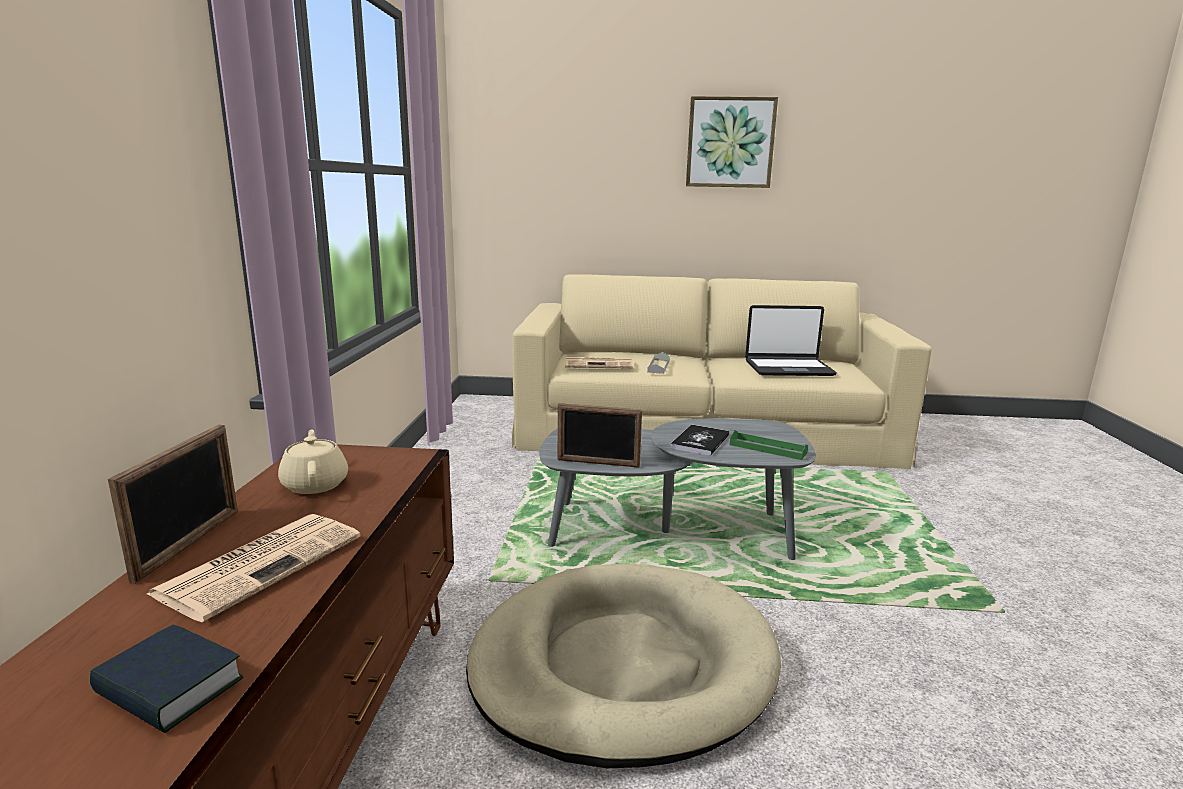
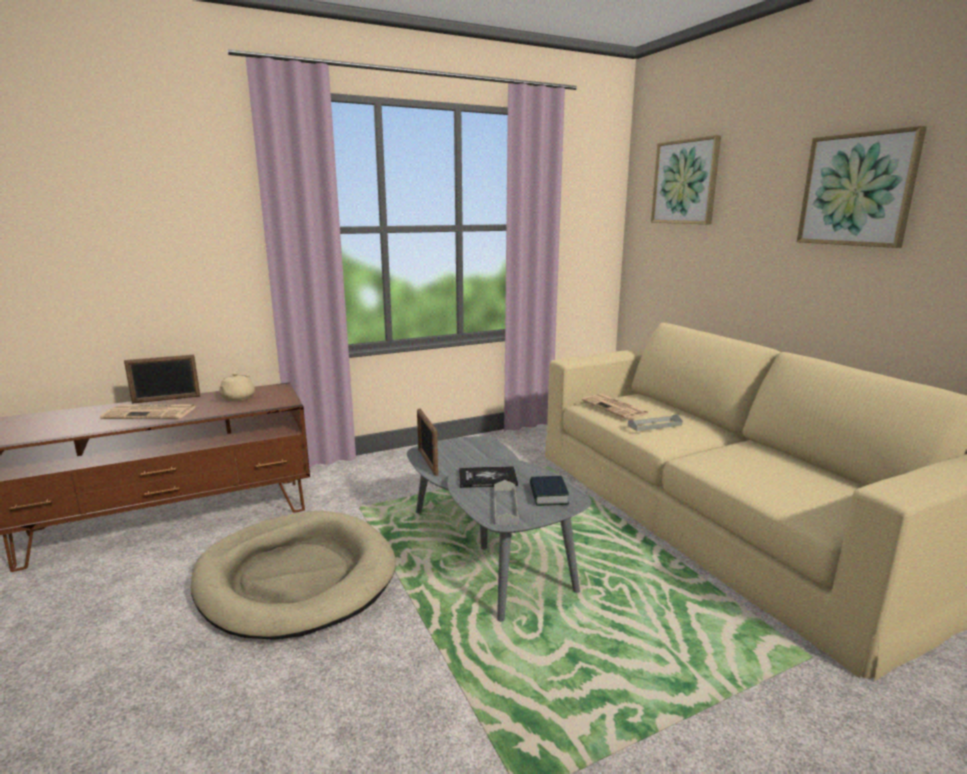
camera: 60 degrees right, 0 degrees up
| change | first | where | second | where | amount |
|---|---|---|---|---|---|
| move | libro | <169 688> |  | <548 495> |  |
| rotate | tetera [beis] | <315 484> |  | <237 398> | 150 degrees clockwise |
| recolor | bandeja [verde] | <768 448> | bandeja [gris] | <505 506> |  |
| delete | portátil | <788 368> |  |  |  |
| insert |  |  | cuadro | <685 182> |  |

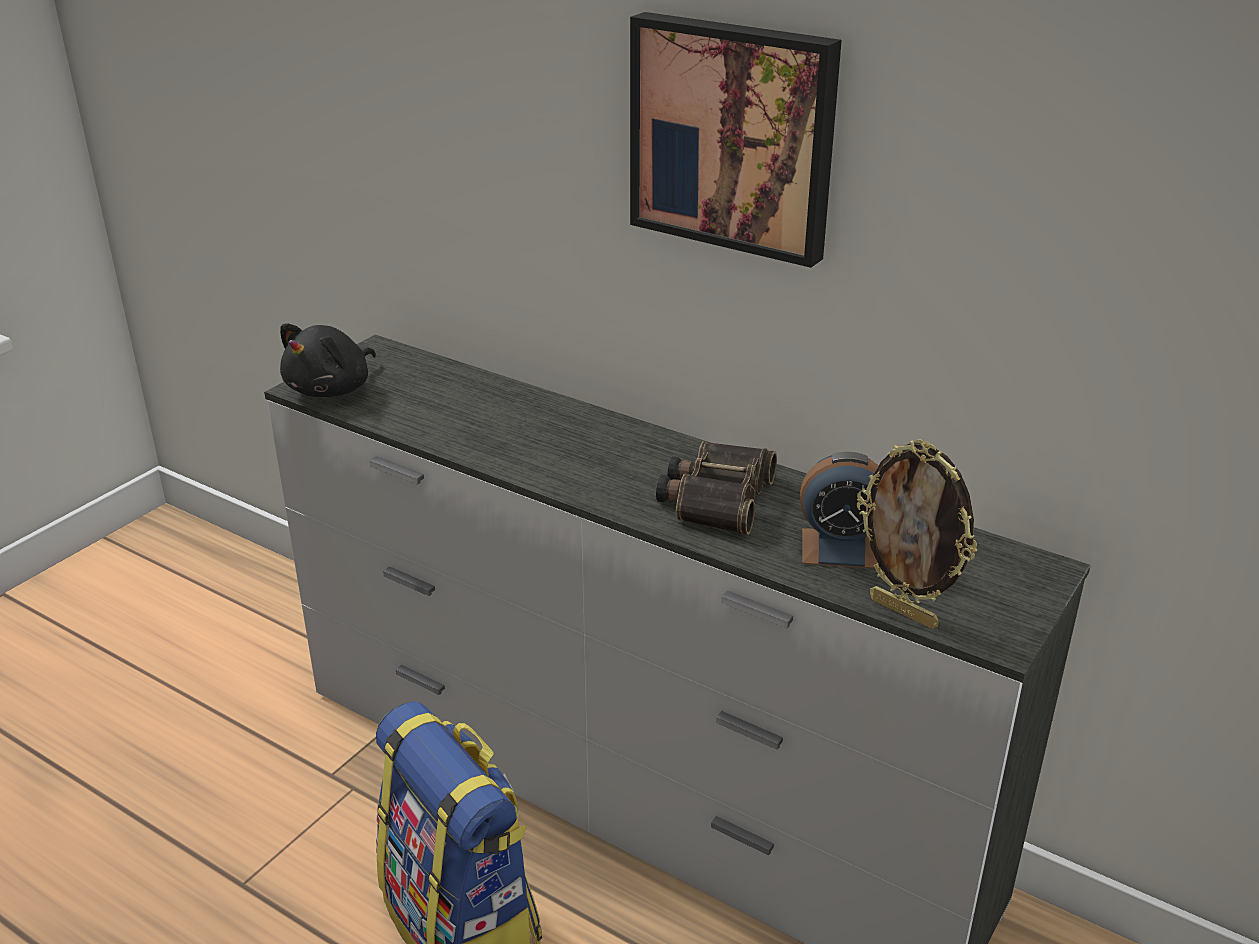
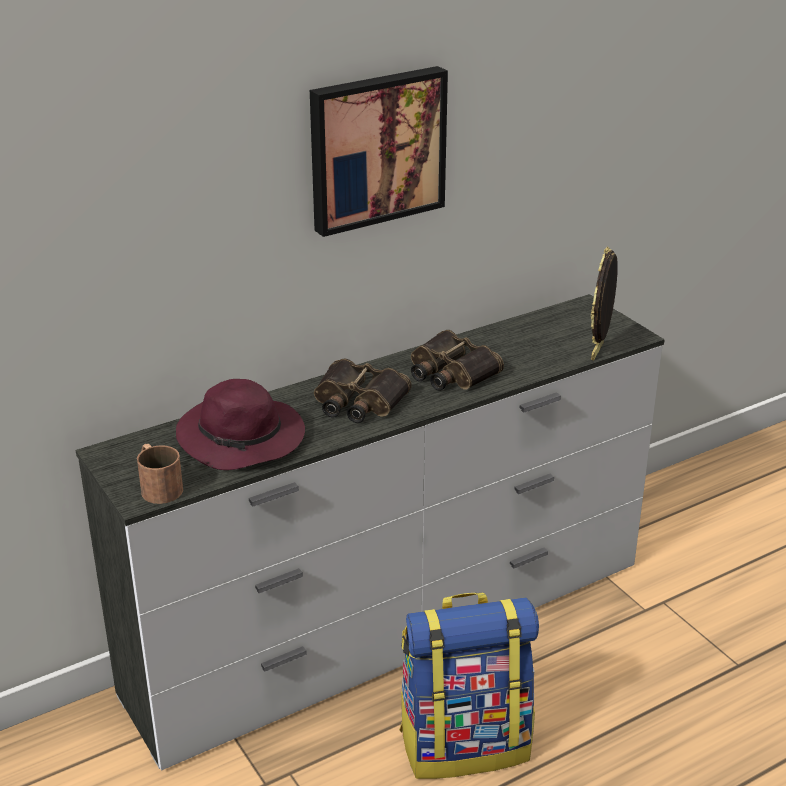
camera: 65 degrees left, 0 degrees up
| change | first | where | second | where | amount |
|---|---|---|---|---|---|
| replace | peluche [negro] | <332 389> | taza grande [marrón] | <157 485> |  |
| delete | despertador | <840 548> |  |  |  |
| rotate | portarretratos | <905 612> |  | <599 351> | 135 degrees clockwise |
| insert |  |  | sombrero [morado] | <243 439> |  |
| insert |  |  | prismáticos | <357 402> |  |

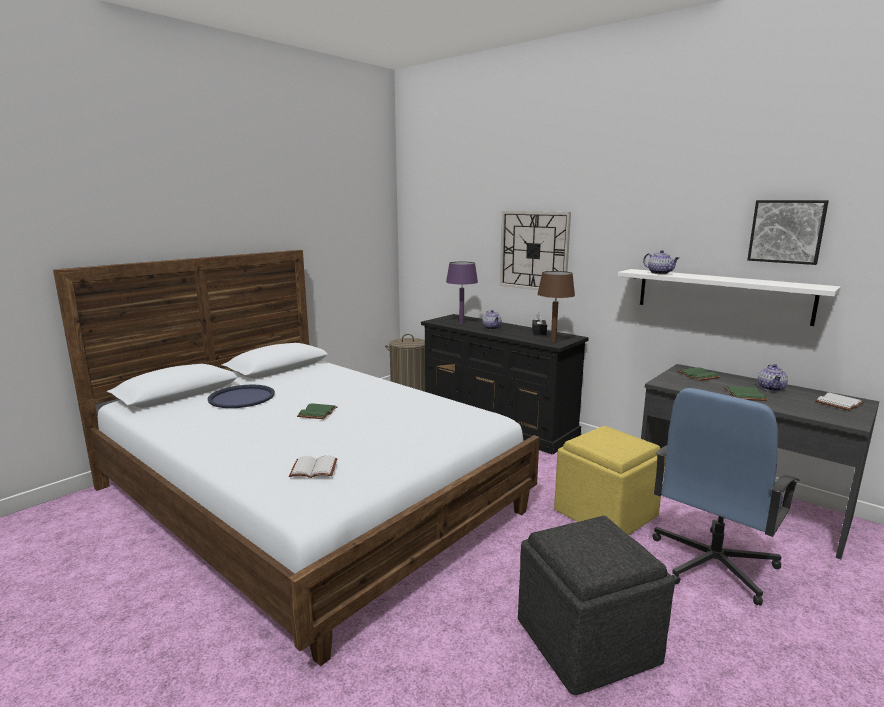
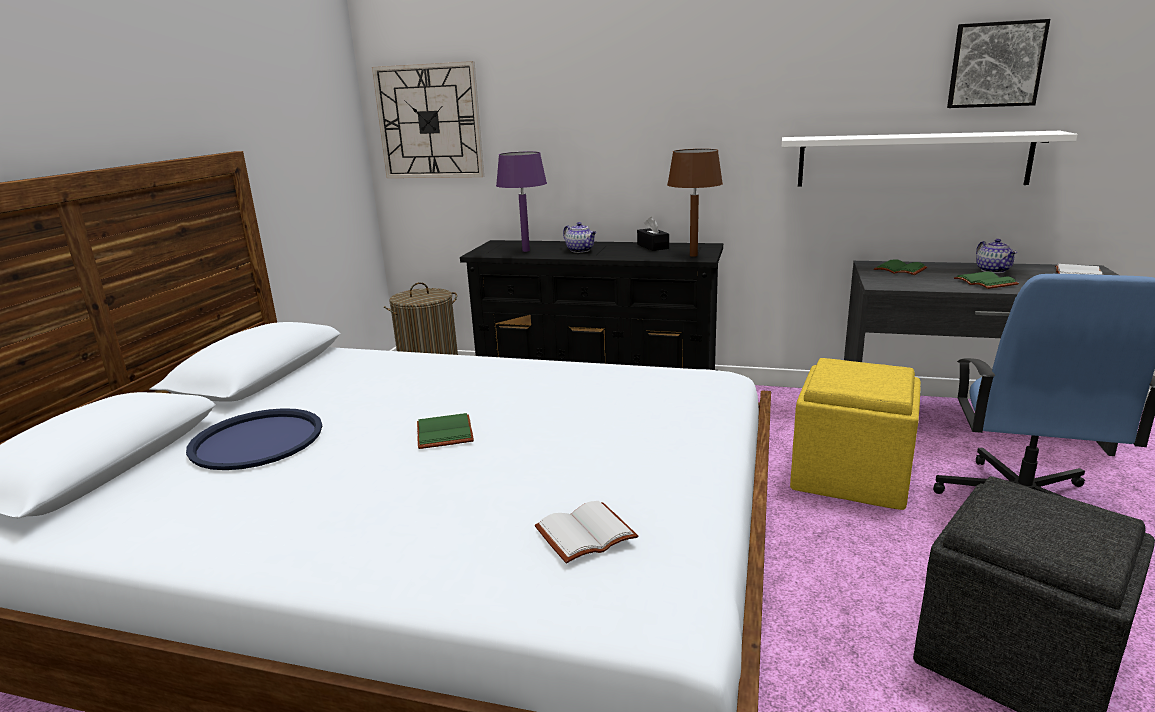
camera: 25 degrees left, 5 degrees up
| change | first | where | second | where | amount |
|---|---|---|---|---|---|
| move | reloj de pared | <534 250> |  | <429 122> |  |
| delete | tetera | <660 273> |  |  |  |

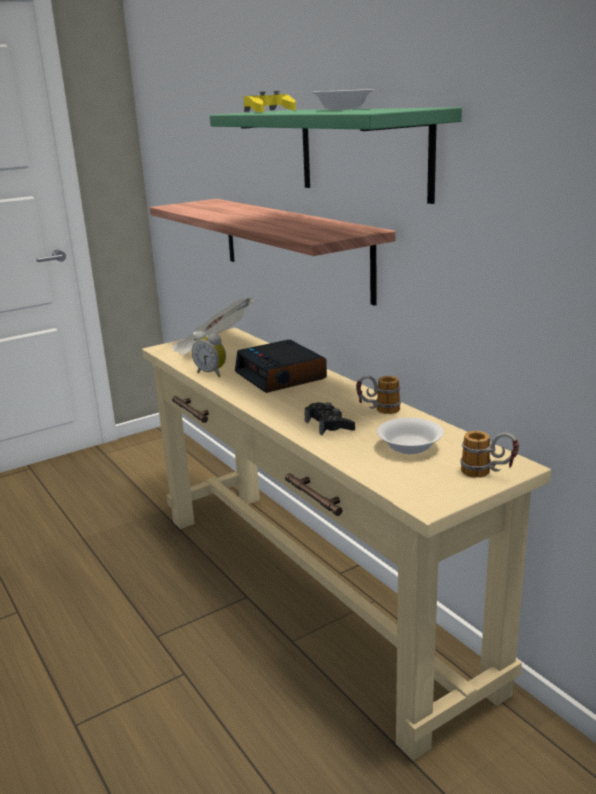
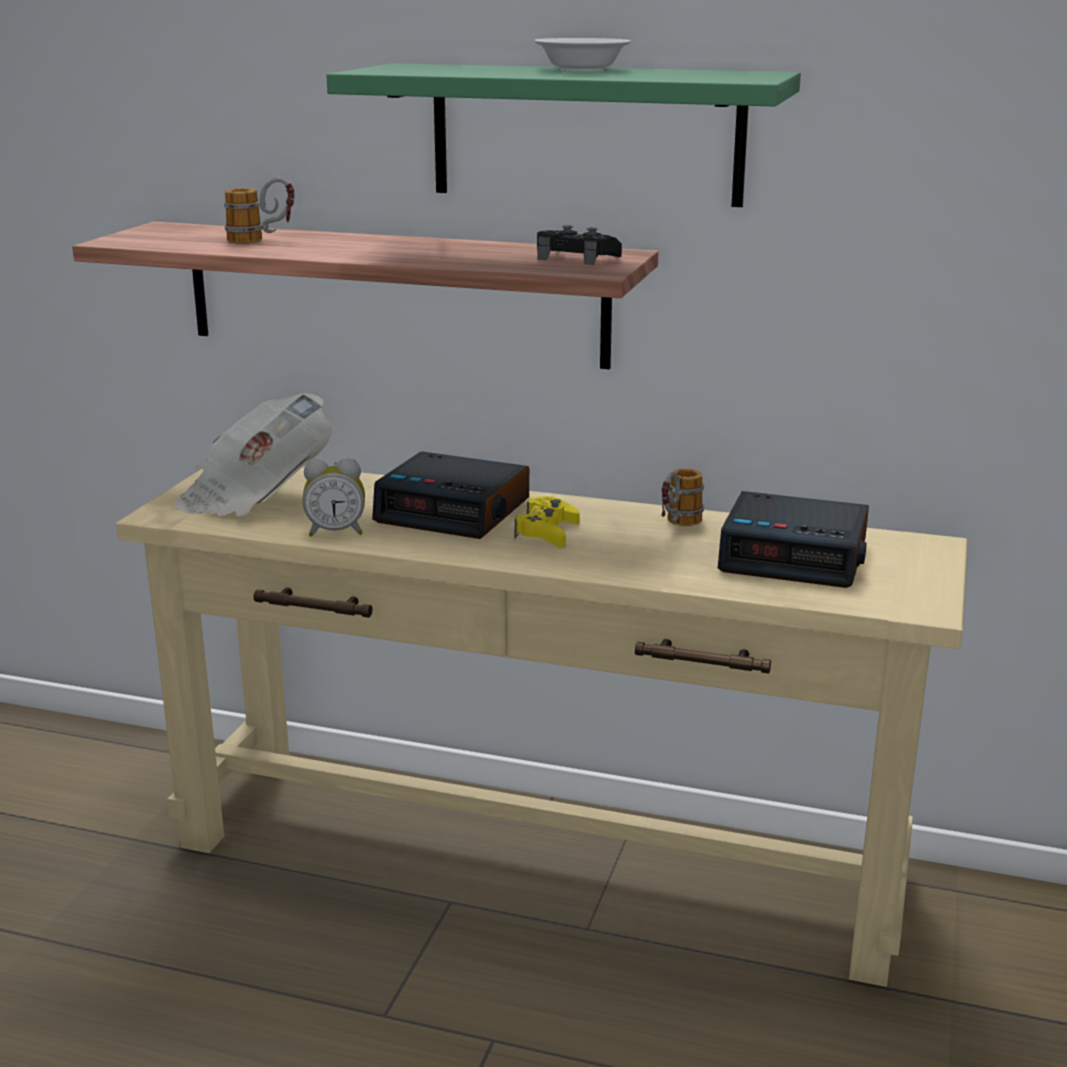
camera: 40 degrees left, 0 degrees up
| change | first | where | second | where | amount |
|---|---|---|---|---|---|
| move | mando de consola [amarillo] | <268 111> |  | <547 532> |  |
| move | mando de consola [negro] | <329 425> |  | <577 258> |  |
| replace | cuenco [blanco] | <410 447> | despertador | <795 556> |  |
| move | taza grande | <488 474> |  | <261 240> |  |

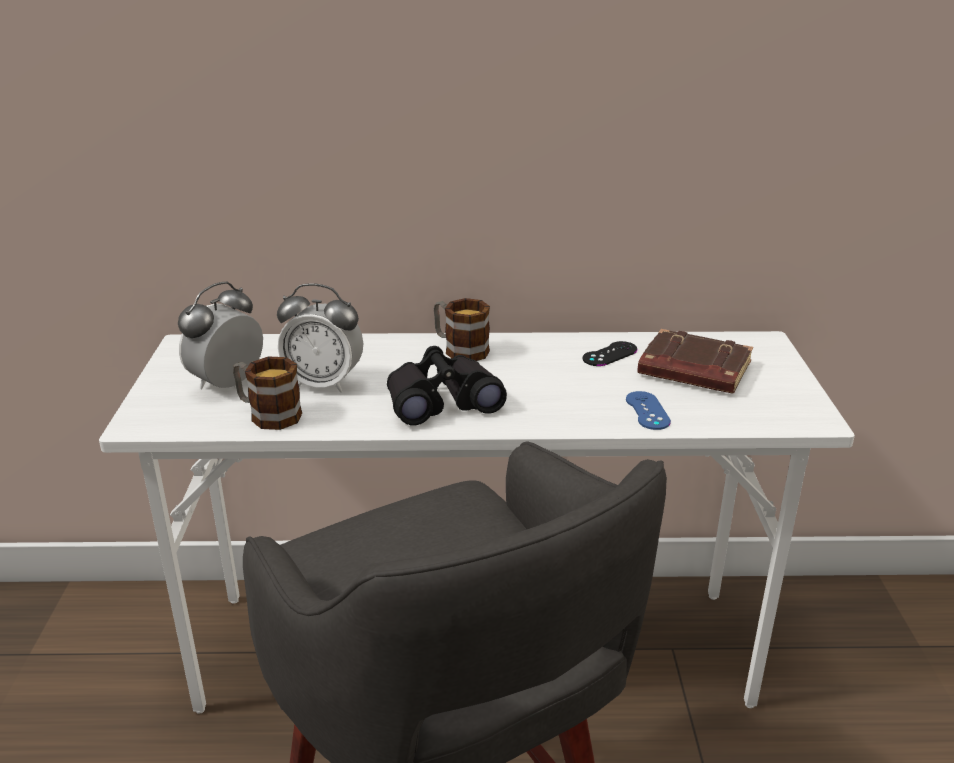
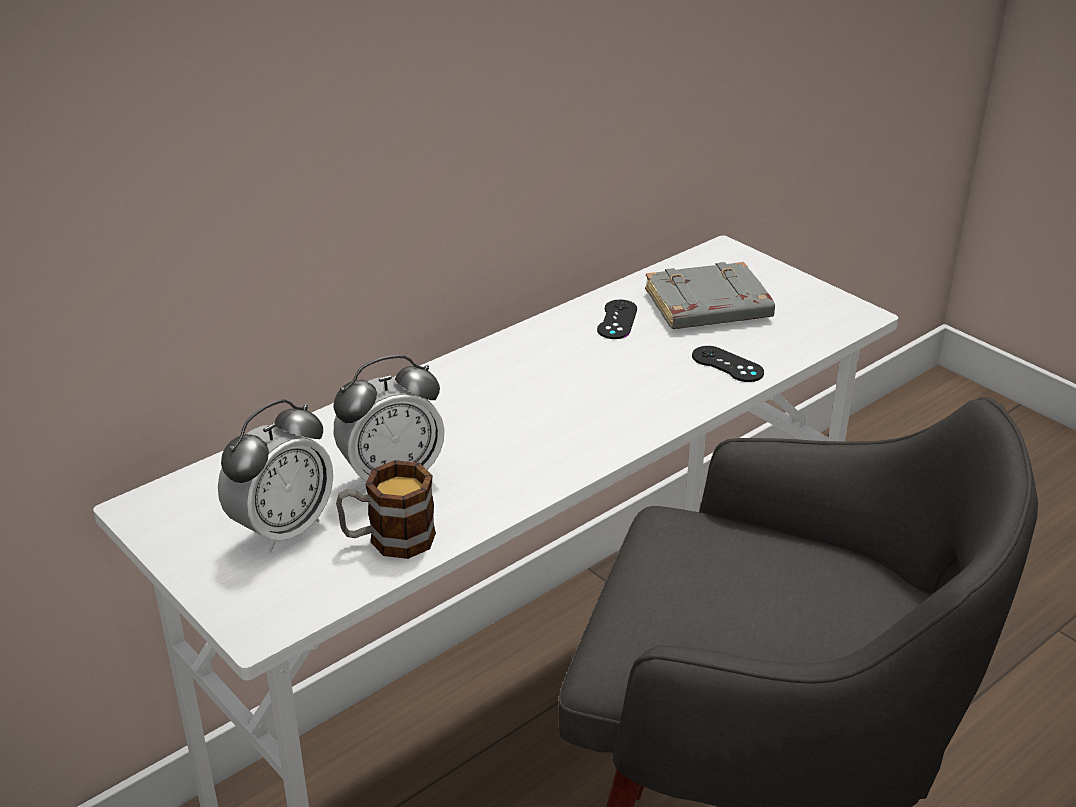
camera: 40 degrees left, 5 degrees up
| change | first | where | second | where | amount |
|---|---|---|---|---|---|
| rotate | despertador | <227 384> |  | <282 529> | 135 degrees counterclockwise |
| delete | prismáticos [negro] | <442 402> |  |  |  |
| delete | taza grande | <459 349> |  |  |  |
| recolor | mando de consola [azul] | <647 411> | mando de consola [negro] | <727 364> |  |
| recolor | libro [marrón] | <692 370> | libro [gris] | <707 307> |  |

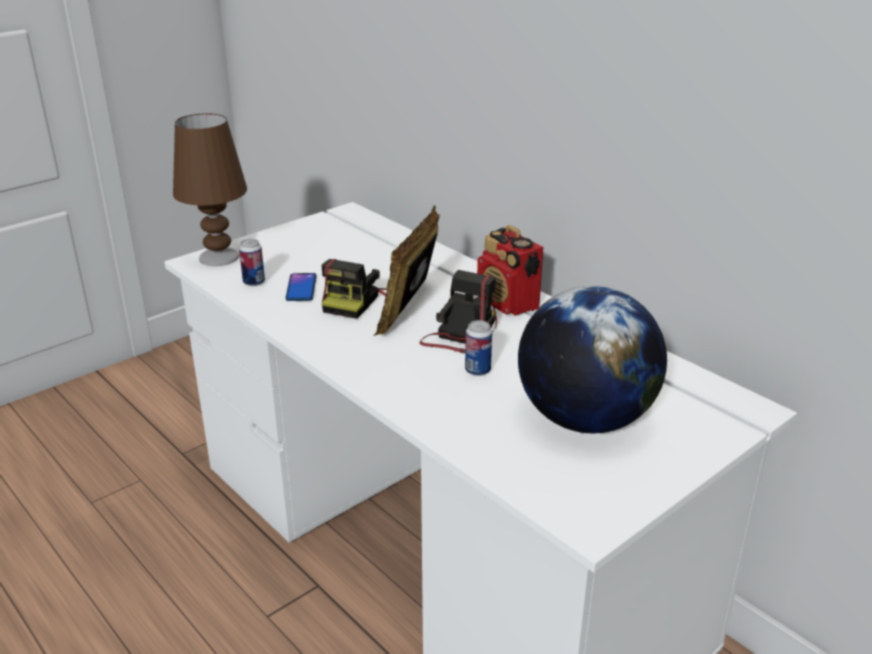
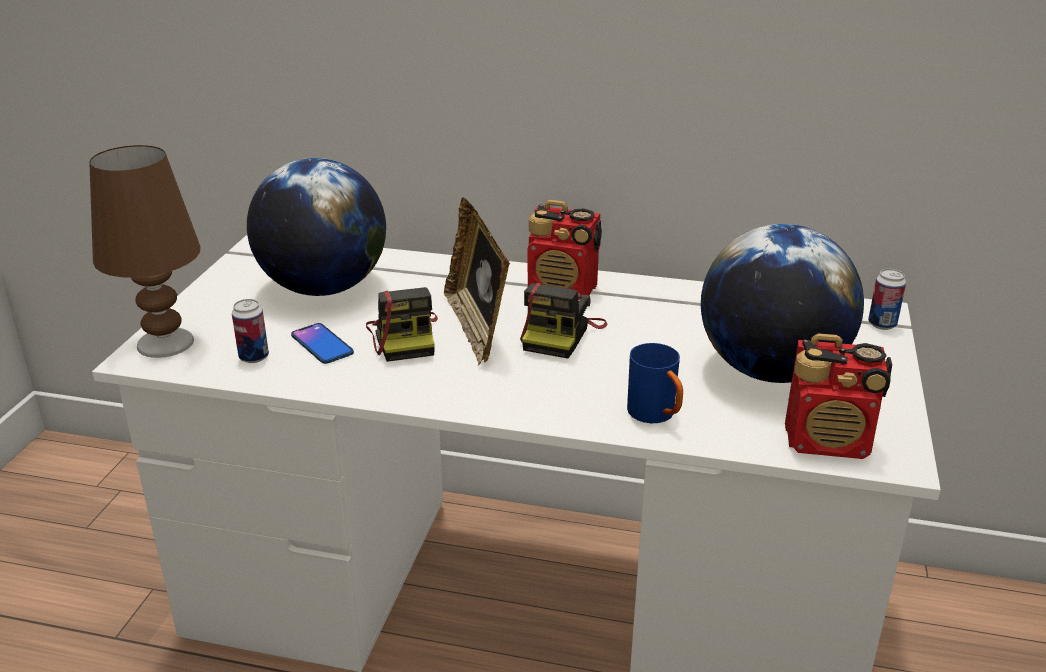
camera: 35 degrees left, 0 degrees up
| change | first | where | second | where | amount |
|---|---|---|---|---|---|
| rotate | cámara | <461 335> |  | <561 334> | 150 degrees counterclockwise |
| move | lata | <477 370> |  | <882 324> |  |
| insert |  |  | globo terráqueo | <324 288> |  |
| insert |  |  | taza grande [azul] | <656 416> |  |
| insert |  |  | radio | <829 442> |  |

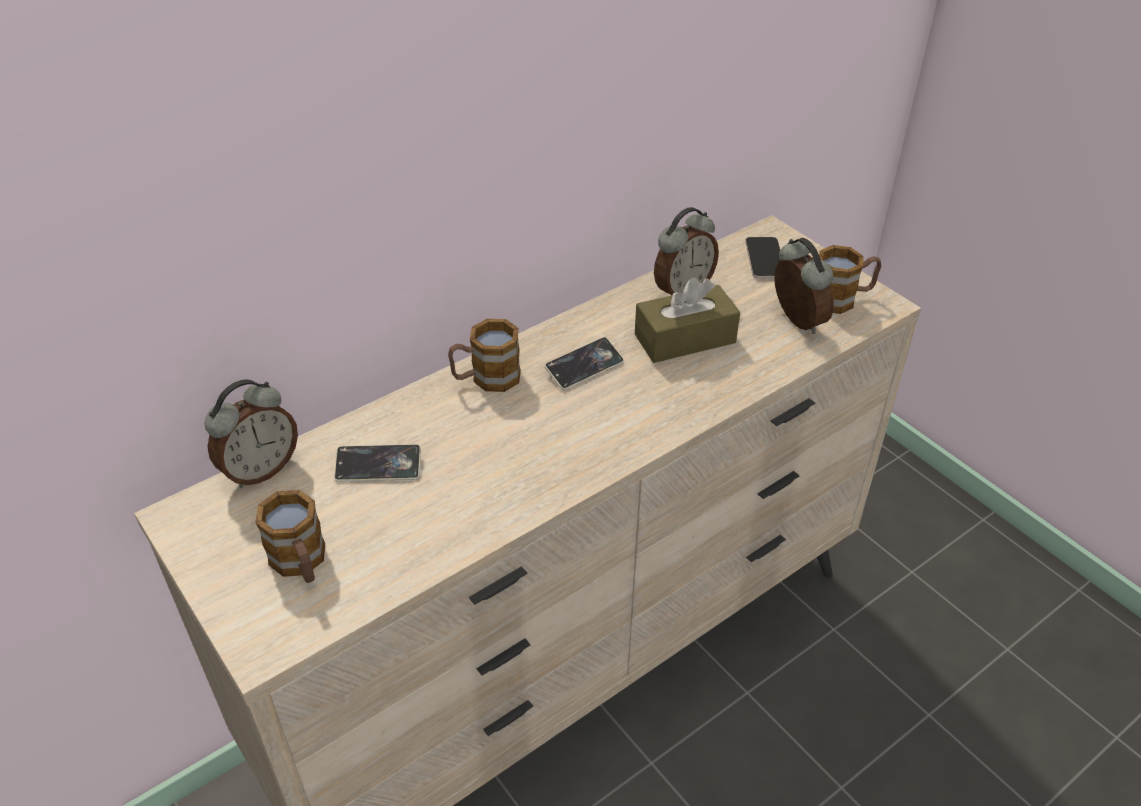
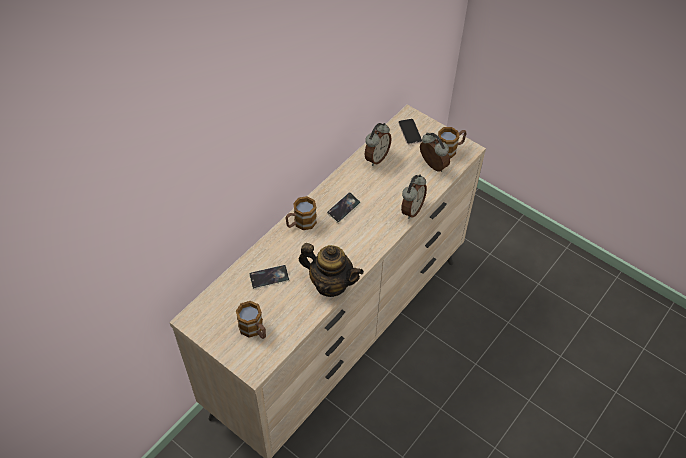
camera: 15 degrees left, 10 degrees up
| change | first | where | second | where | amount |
|---|---|---|---|---|---|
| move | despertador | <260 469> |  | <411 209> |  |
| delete | caja de pañuelos [marrón] | <685 338> |  |  |  |
| insert |  |  | tetera | <330 284> |  |

